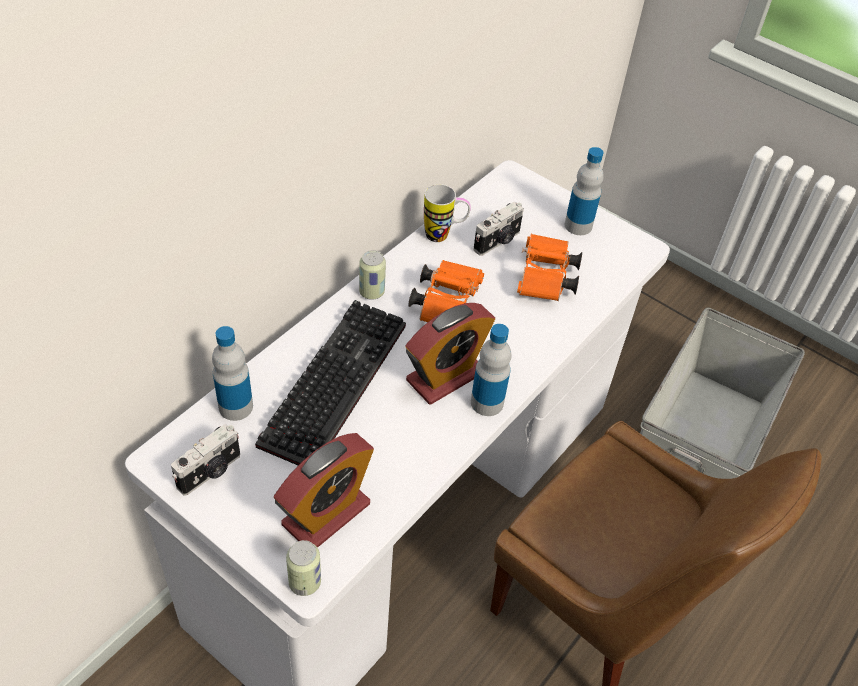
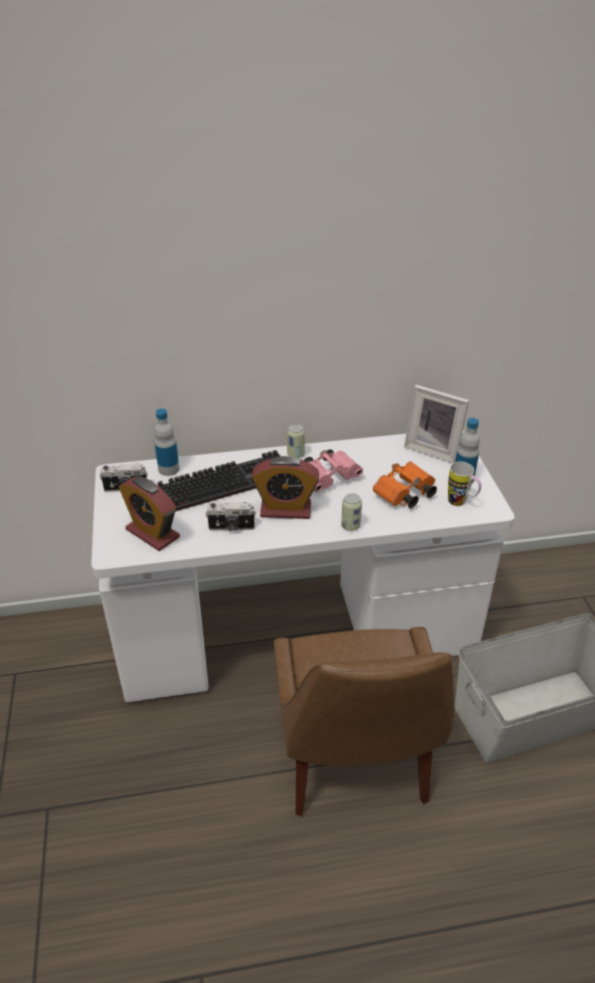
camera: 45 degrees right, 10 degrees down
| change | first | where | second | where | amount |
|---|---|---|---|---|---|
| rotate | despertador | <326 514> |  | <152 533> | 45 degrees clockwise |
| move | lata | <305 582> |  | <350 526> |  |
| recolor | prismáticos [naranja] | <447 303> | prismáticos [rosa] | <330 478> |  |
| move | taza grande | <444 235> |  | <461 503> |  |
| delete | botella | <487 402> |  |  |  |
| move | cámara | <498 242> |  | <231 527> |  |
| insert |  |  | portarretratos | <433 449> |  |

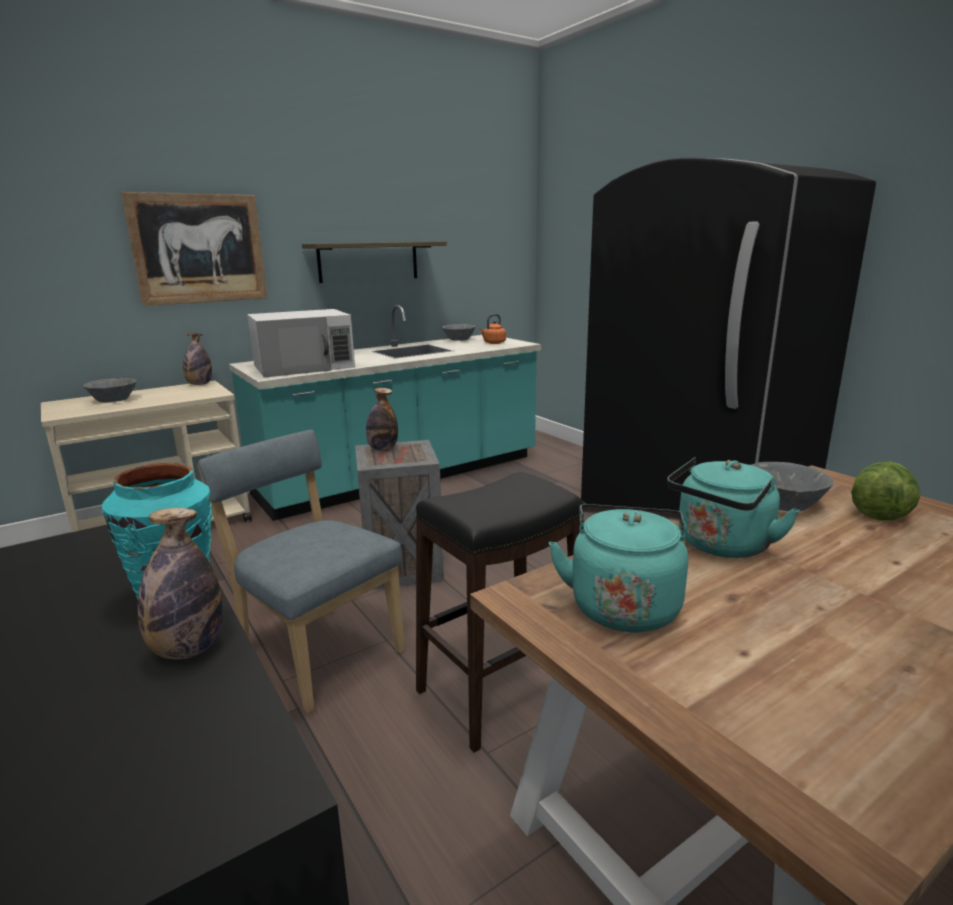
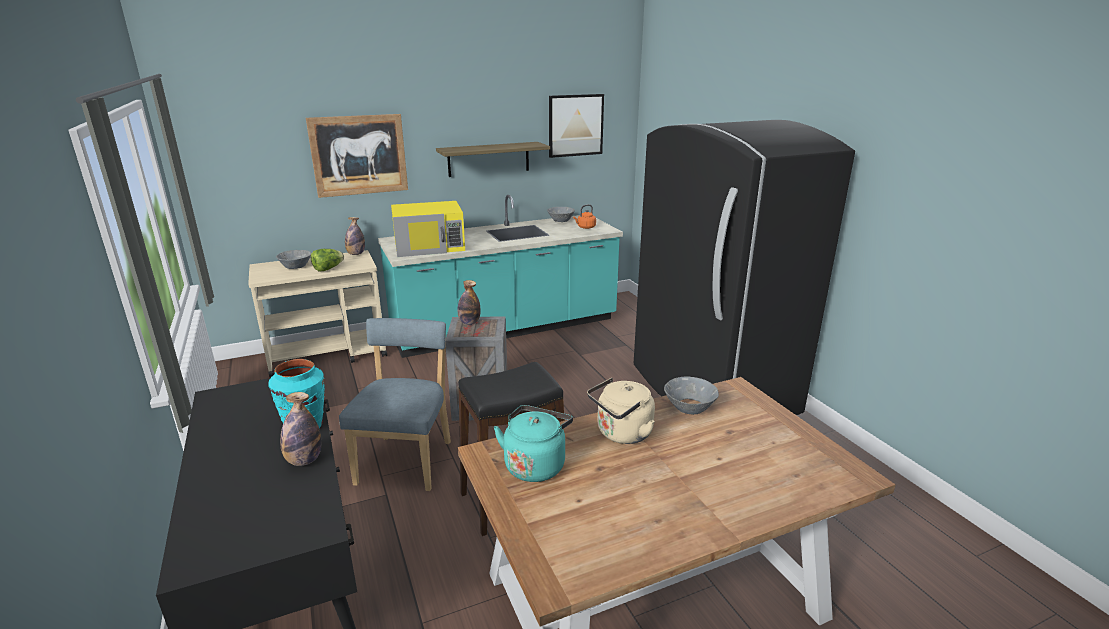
camera: 10 degrees right, 5 degrees up
| change | first | where | second | where | amount |
|---|---|---|---|---|---|
| rotate | silla [azul] | <317 651> |  | <407 459> | 45 degrees clockwise |
| recolor | microondas [blanco] | <304 366> | microondas [amarillo] | <430 246> |  |
| recolor | hervidor [turquesa] | <721 546> | hervidor [beis] | <621 434> |  |
| move | lechuga | <879 511> |  | <328 269> |  |
| insert |  |  | cuadro | <575 125> |  |

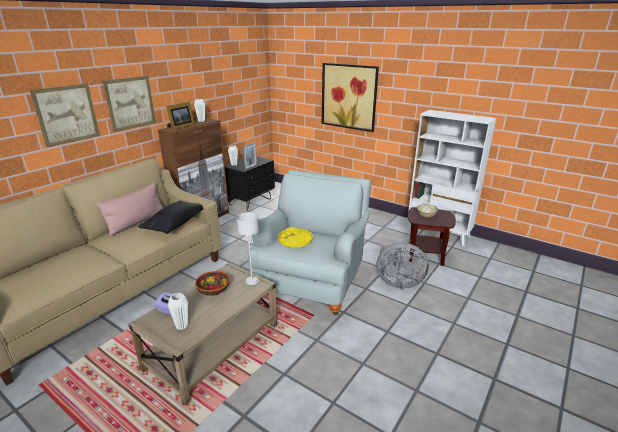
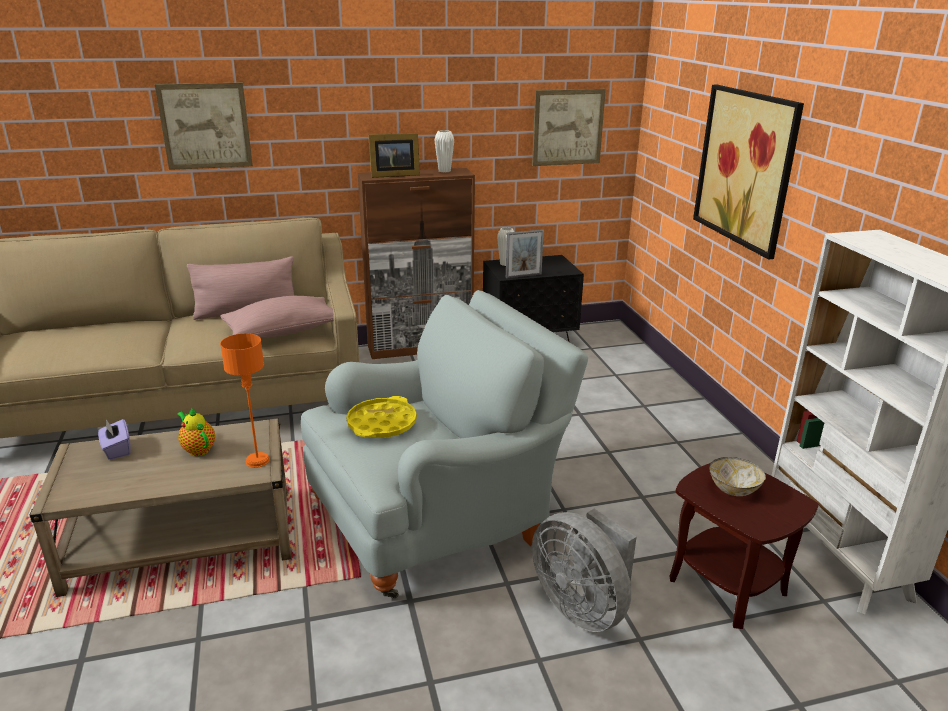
camera: 40 degrees right, 0 degrees up
| change | first | where | second | where | amount |
|---|---|---|---|---|---|
| move | cuadro | <130 103> |  | <567 127> |  |
| recolor | cojín [negro] | <175 224> | cojín [rosa] | <283 331> |  |
| delete | florero [blanco] | <182 326> |  |  |  |
| replace | cuenco | <214 290> | tetera | <198 449> |  |
| recolor | lámpara de mesa [gris] | <252 281> | lámpara de mesa [naranja] | <258 460> |  |

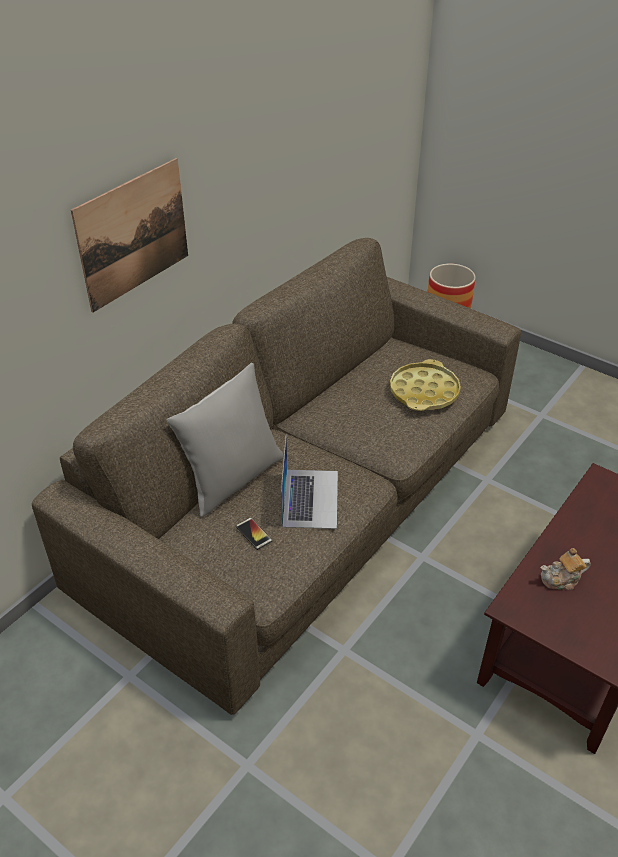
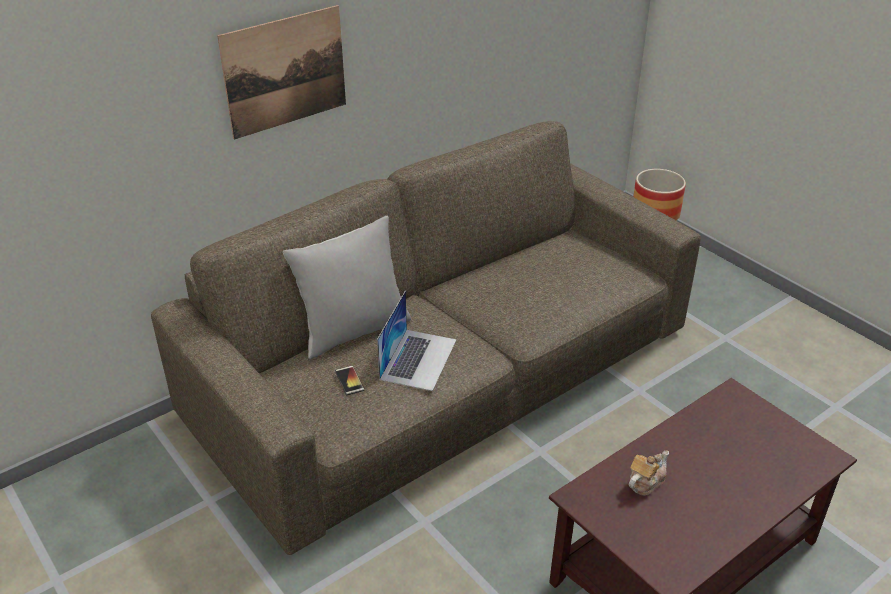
camera: 15 degrees right, 5 degrees down
| change | first | where | second | where | amount |
|---|---|---|---|---|---|
| delete | bandeja [amarillo] | <424 392> |  |  |  |
| rotate | tetera | <561 580> |  | <645 482> | 135 degrees clockwise |

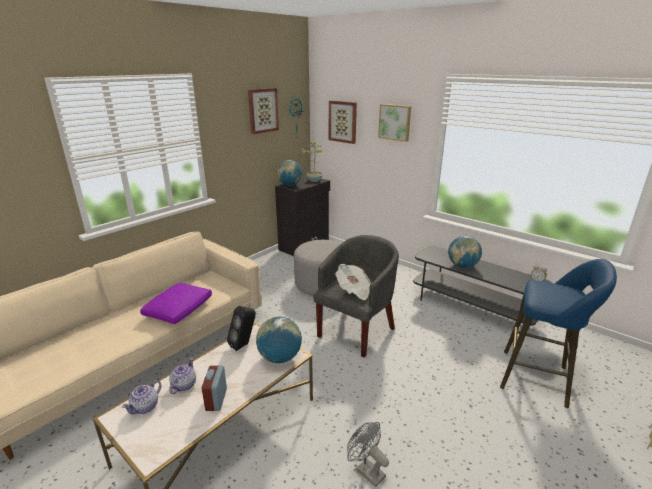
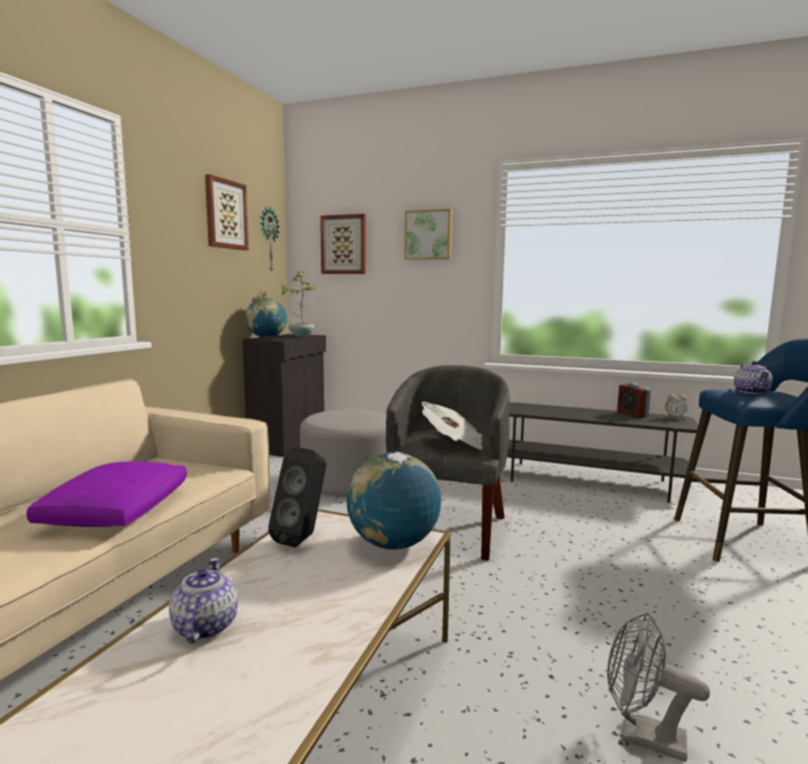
camera: 20 degrees left, 15 degrees down
| change | first | where | second | where | amount |
|---|---|---|---|---|---|
| move | tetera | <145 407> |  | <751 392> |  |
| move | despertador | <216 399> |  | <632 414> |  |
| delete | globo terráqueo | <462 266> |  |  |  |

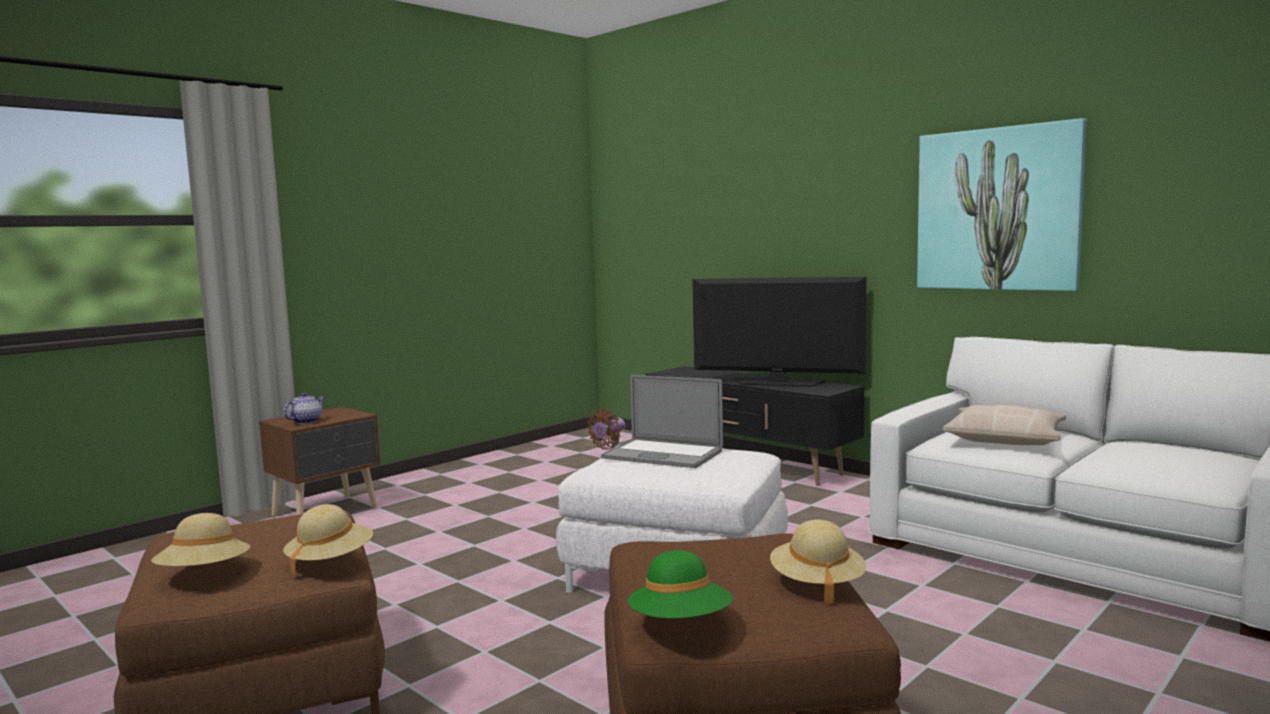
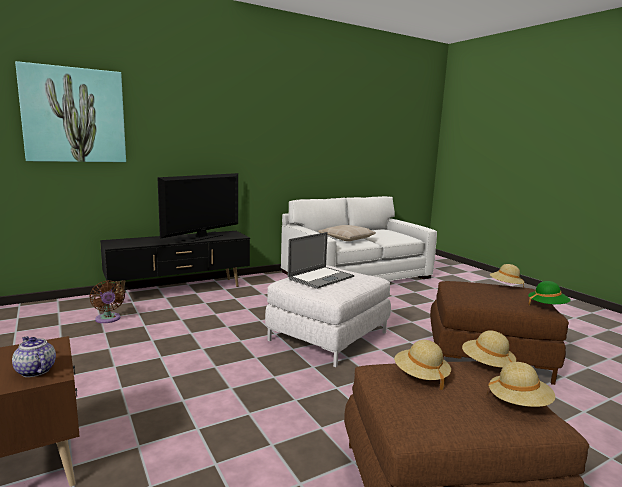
camera: 75 degrees left, 5 degrees up
| change | first | where | second | where | amount |
|---|---|---|---|---|---|
| move | cuadro | <998 209> |  | <74 115> |  |
| insert |  |  | sombrero [beis] | <420 376> |  |

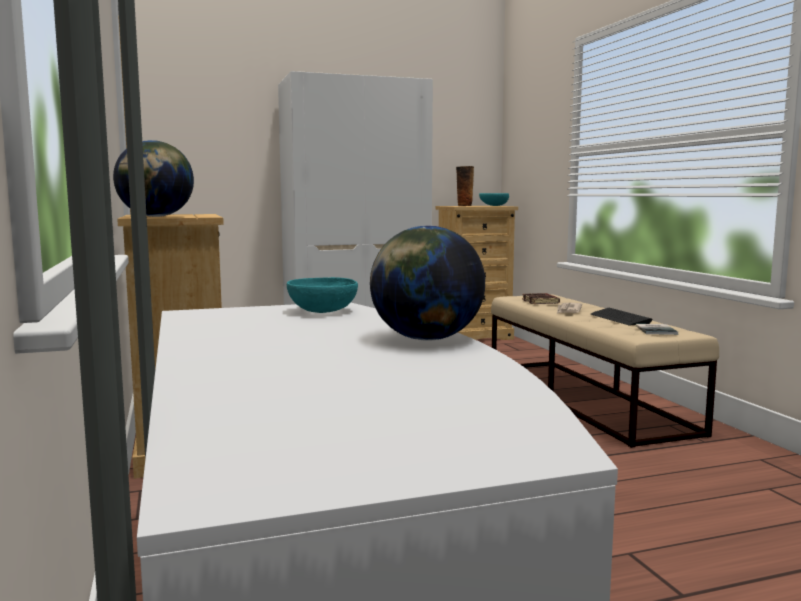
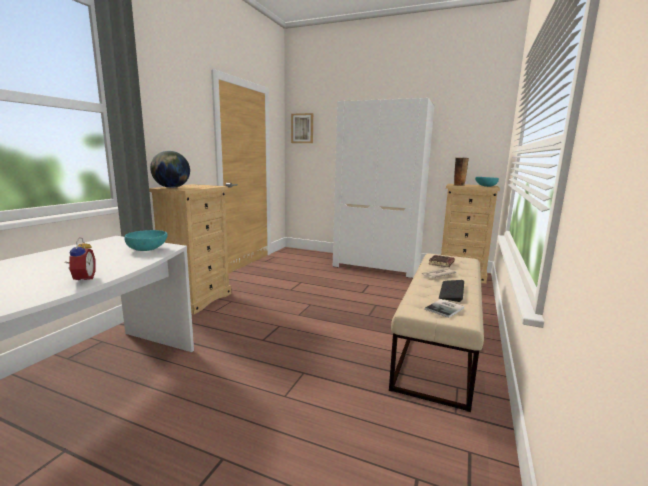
camera: 40 degrees right, 5 degrees up
| change | first | where | second | where | amount |
|---|---|---|---|---|---|
| replace | globo terráqueo | <426 339> | despertador | <82 279> |  |
| insert |  |  | cuadro | <302 128> |  |

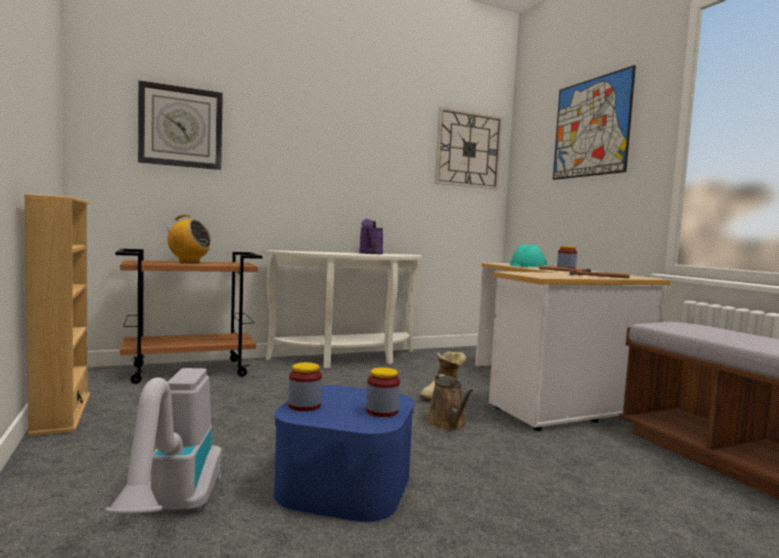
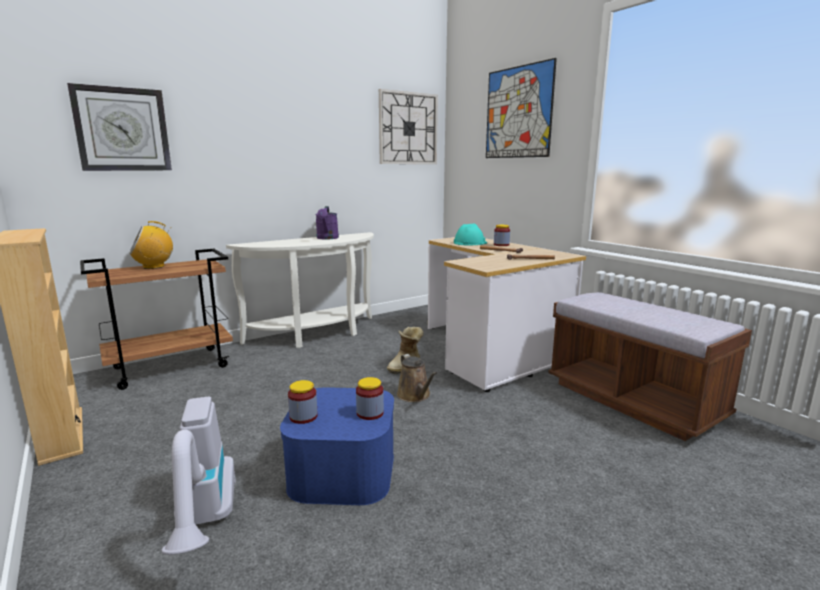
camera: 10 degrees left, 10 degrees up
| change | first | where | second | where | amount |
|---|---|---|---|---|---|
| rotate | radio | <189 262> |  | <154 267> | 150 degrees clockwise |

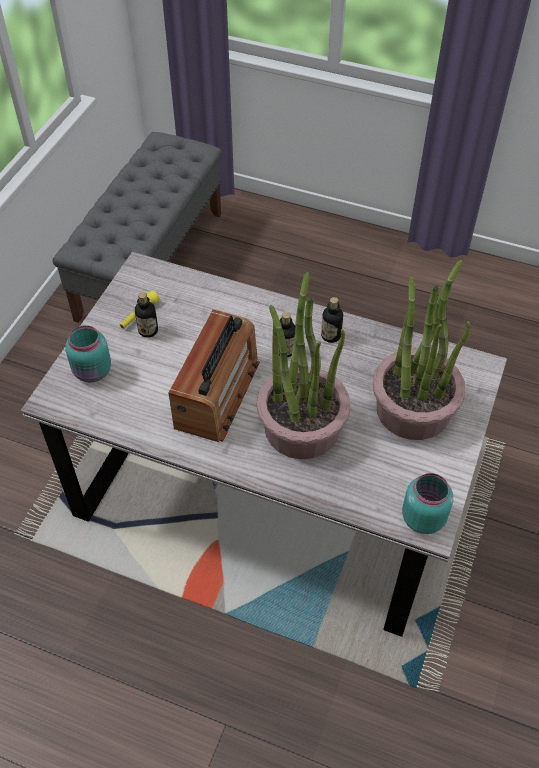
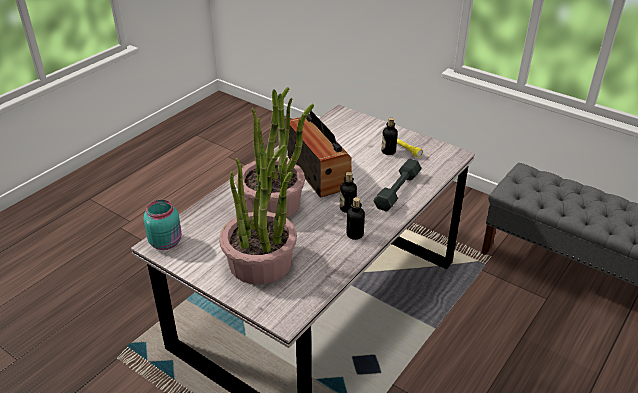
camera: 105 degrees right, 15 degrees down
| change | first | where | second | where | amount |
|---|---|---|---|---|---|
| delete | tarro [turquesa] | <93 372> |  |  |  |
| rotate | radio | <217 394> |  | <319 172> | 150 degrees counterclockwise |
| insert |  |  | mancuerna [gris] | <397 190> |  |

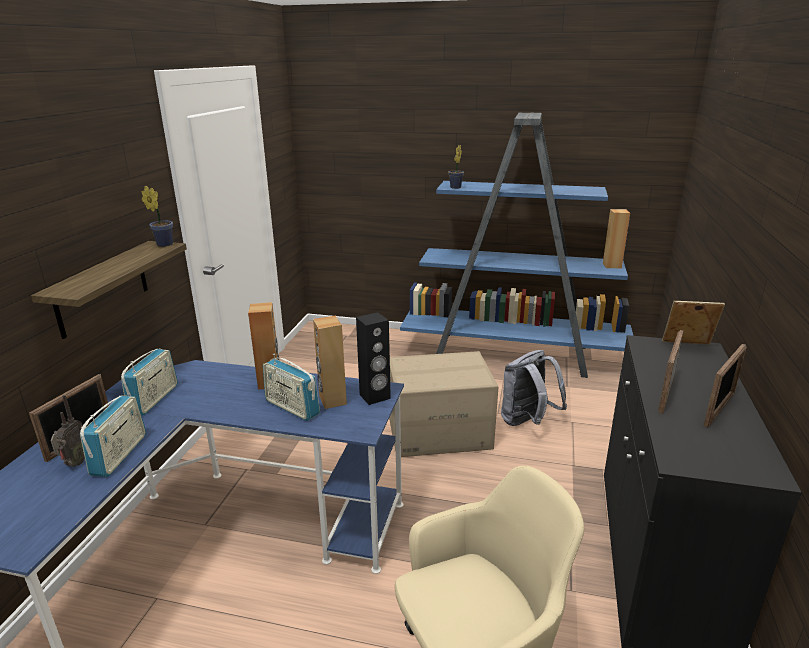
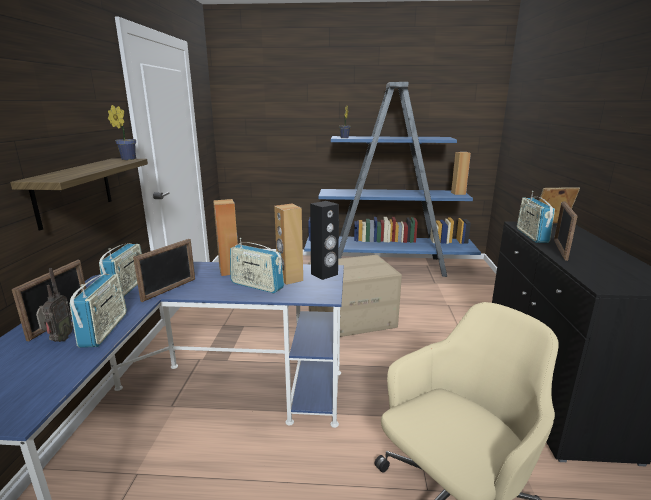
camera: 10 degrees left, 5 degrees down
| change | first | where | second | where | amount |
|---|---|---|---|---|---|
| delete | mochila [gris] | <527 422> |  |  |  |
| move | portarretratos | <719 409> |  | <169 289> |  |
| insert |  |  | radio | <531 235> |  |

